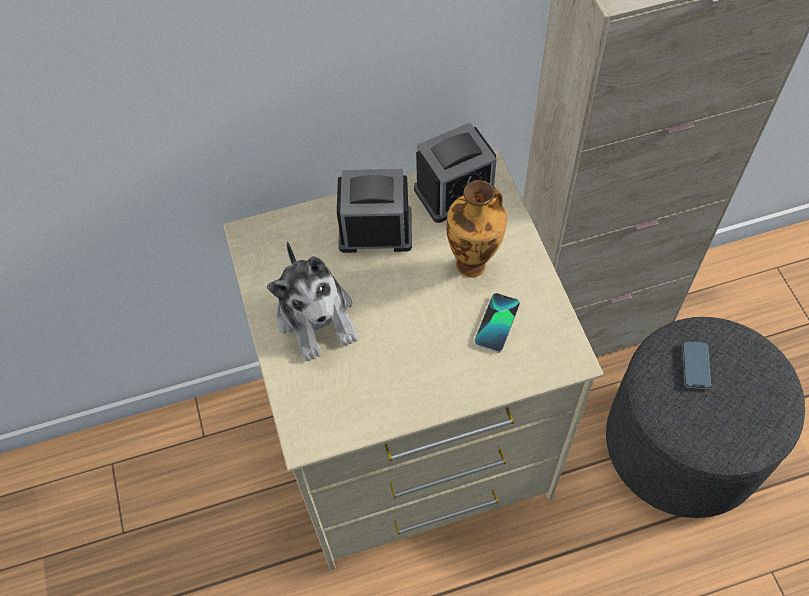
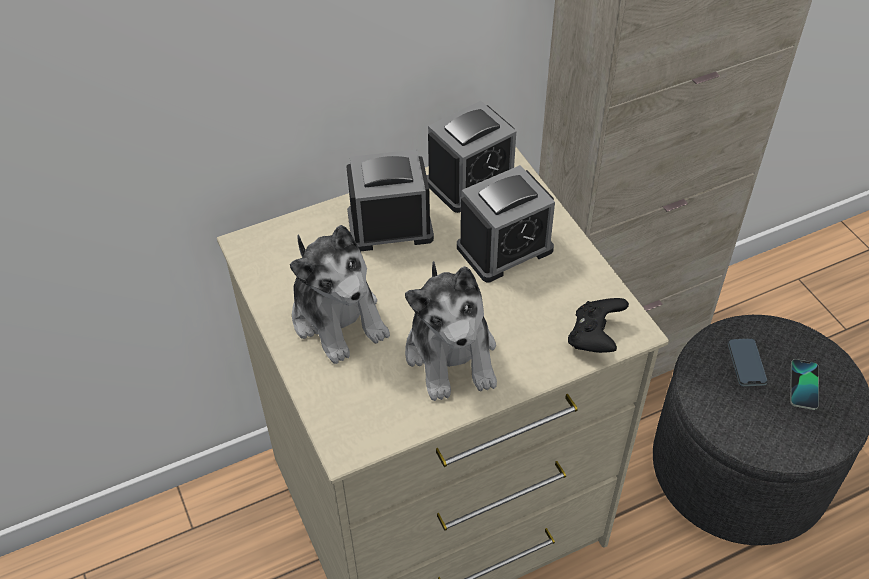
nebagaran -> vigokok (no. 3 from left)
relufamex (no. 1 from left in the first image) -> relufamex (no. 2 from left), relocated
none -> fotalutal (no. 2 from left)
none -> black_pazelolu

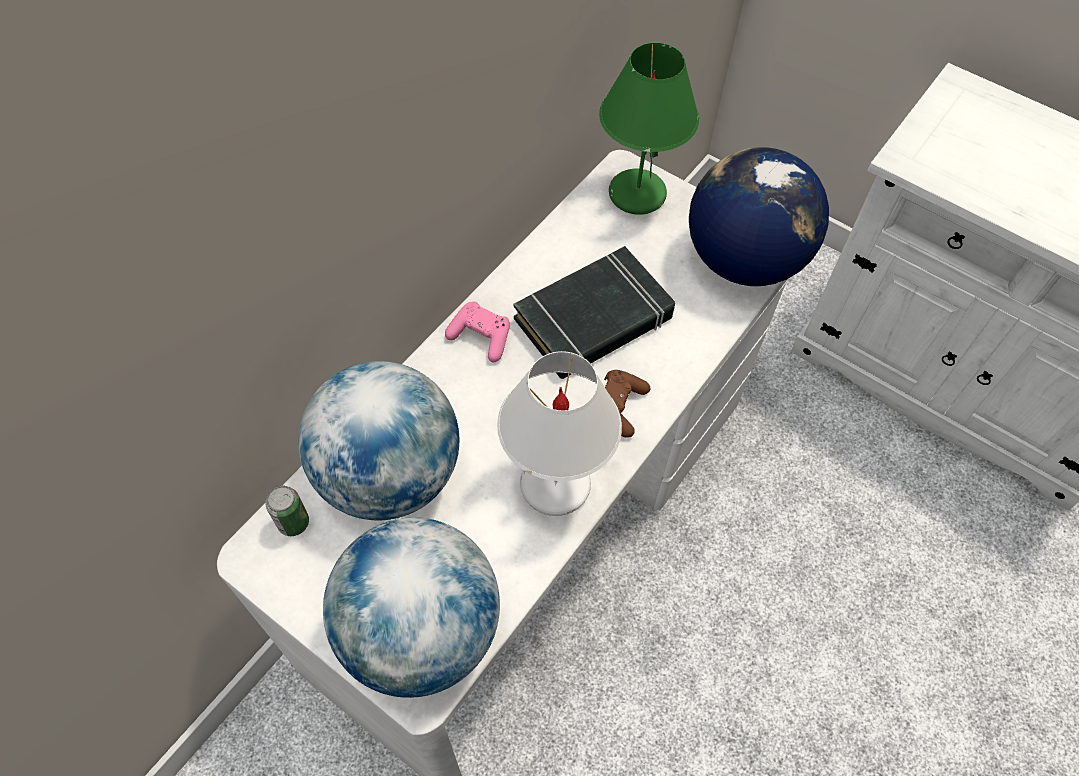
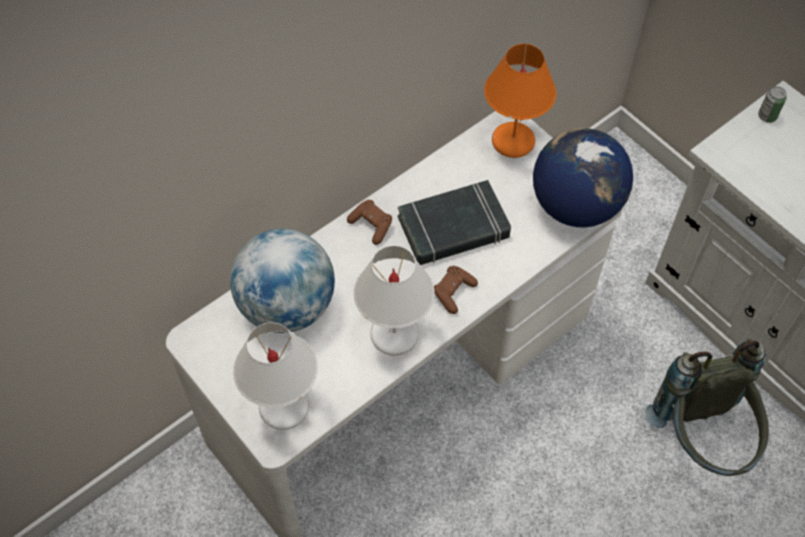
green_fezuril -> orange_fezuril
pink_pazelolu -> brown_pazelolu (no. 1 from left)
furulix, relocated
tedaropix (no. 2 from left) -> white_fezuril (no. 1 from left)
none -> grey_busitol

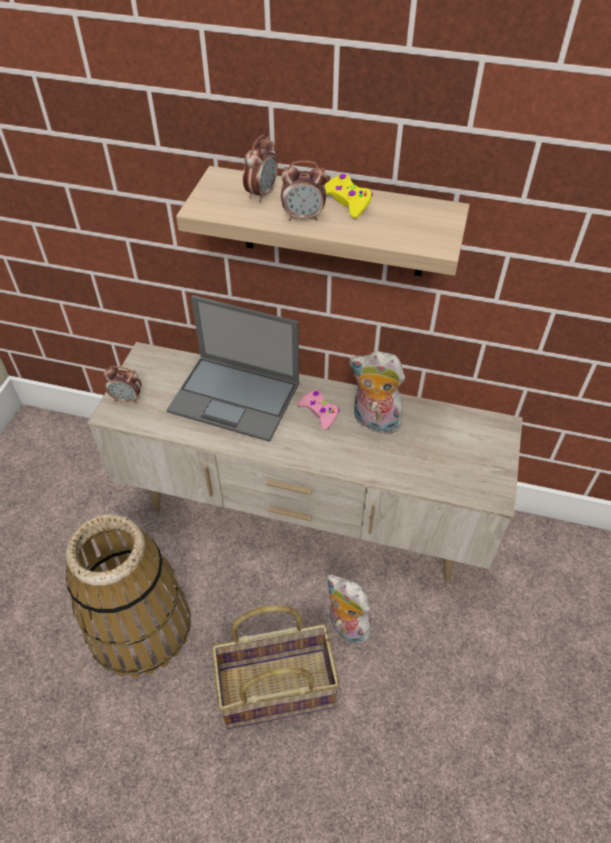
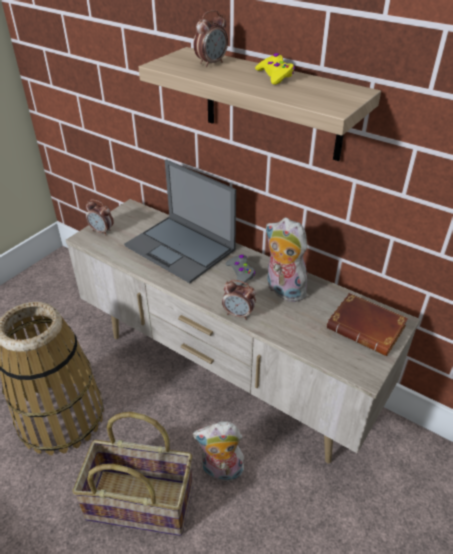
vigokok (no. 3 from left), relocated
pink_pazelolu -> grey_pazelolu
fotalutal (no. 1 from left), 60 degrees counterclockwise
none -> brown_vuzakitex

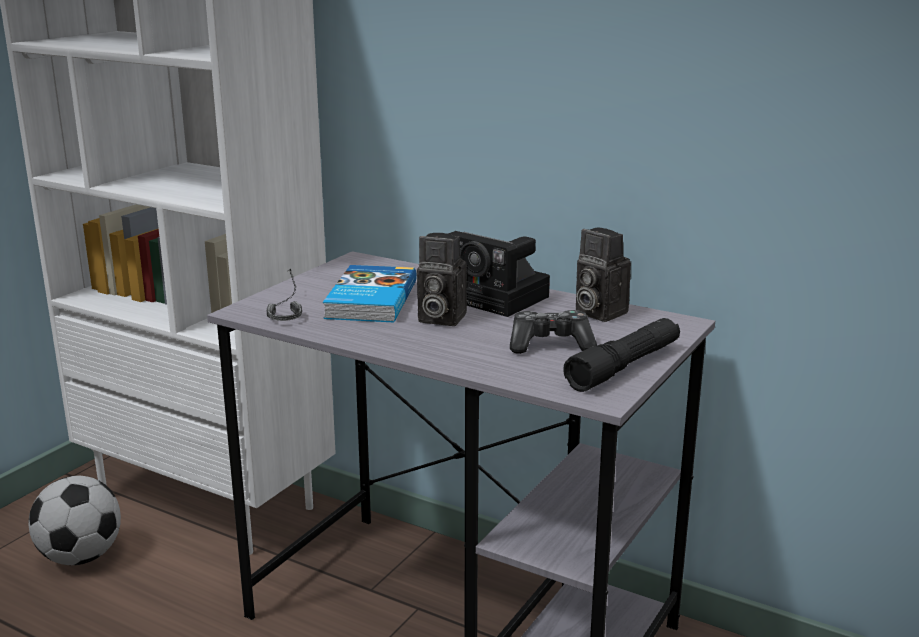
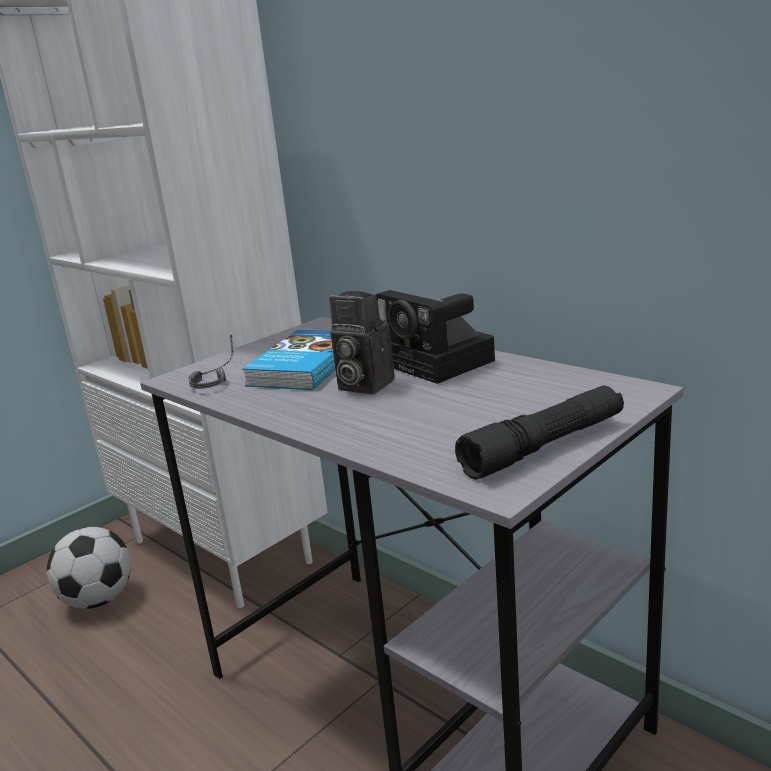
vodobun (no. 3 from left) -> none
pazelolu -> none

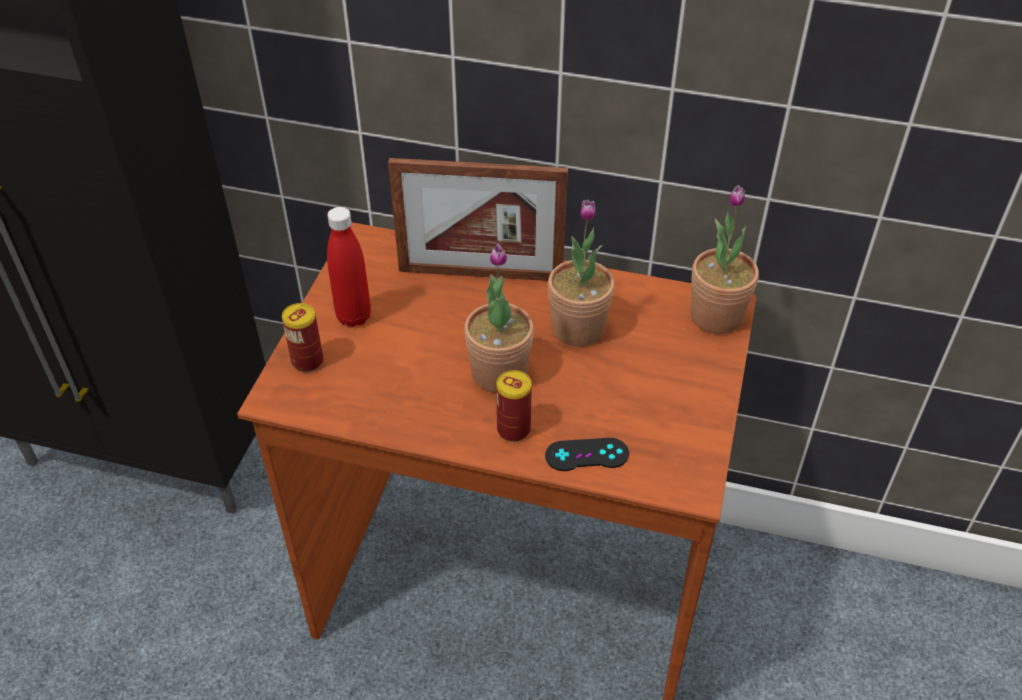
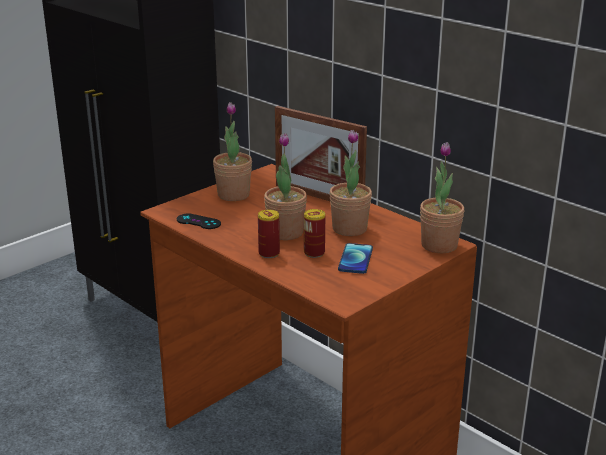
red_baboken -> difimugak (no. 1 from left)
furulix (no. 1 from left in the first image) -> furulix (no. 2 from left), relocated
black_pazelolu, relocated
none -> relufamex

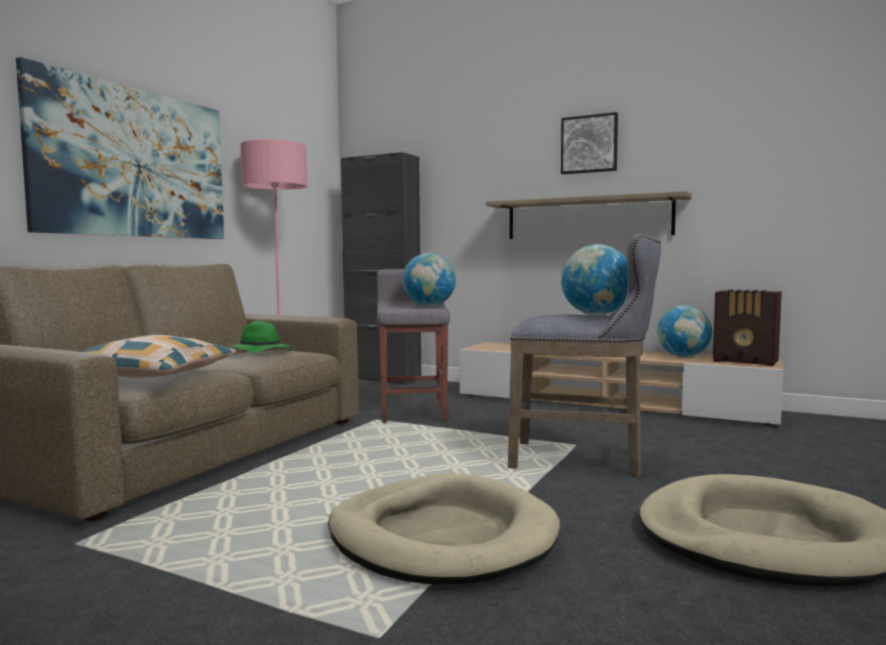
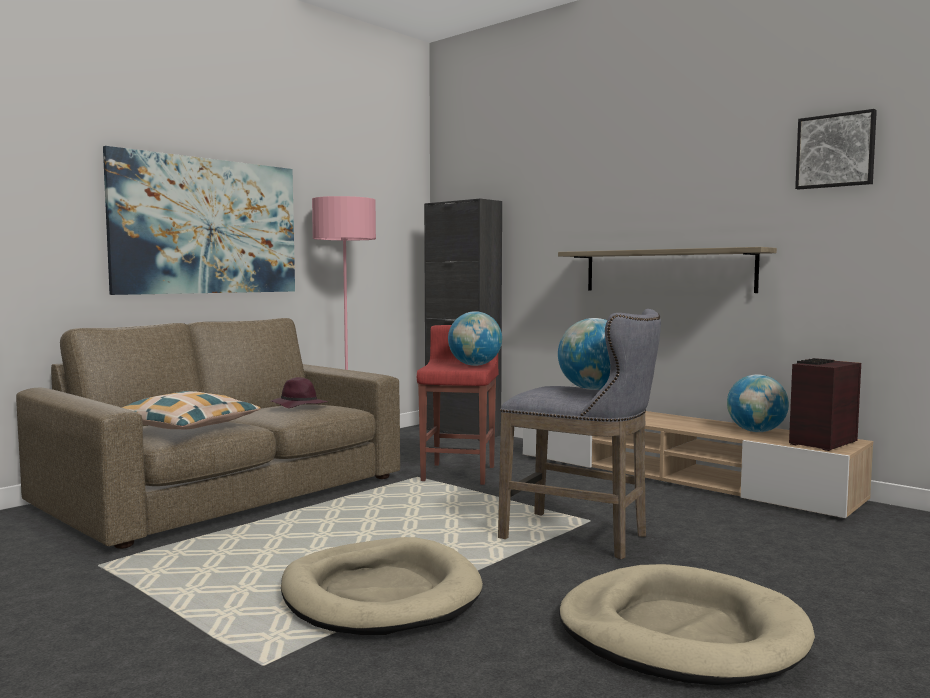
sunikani (no. 2 from left), relocated
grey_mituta (no. 1 from left) -> red_mituta
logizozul, 90 degrees clockwise
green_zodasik -> purple_zodasik

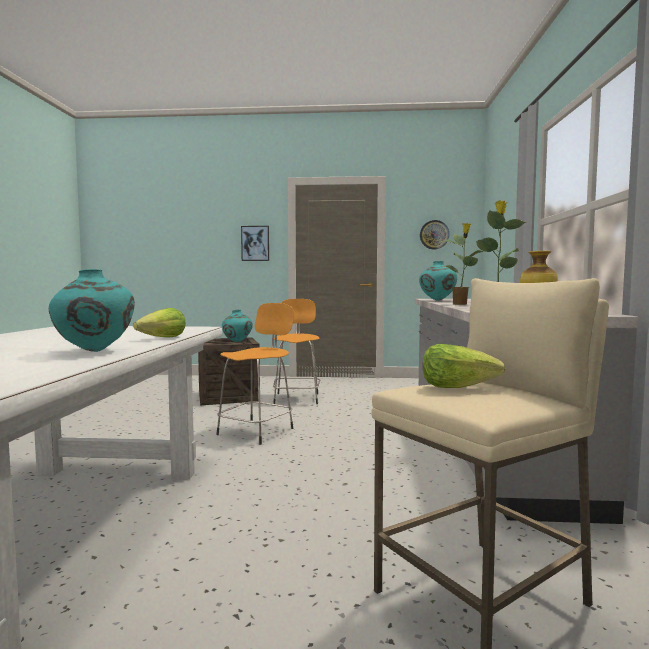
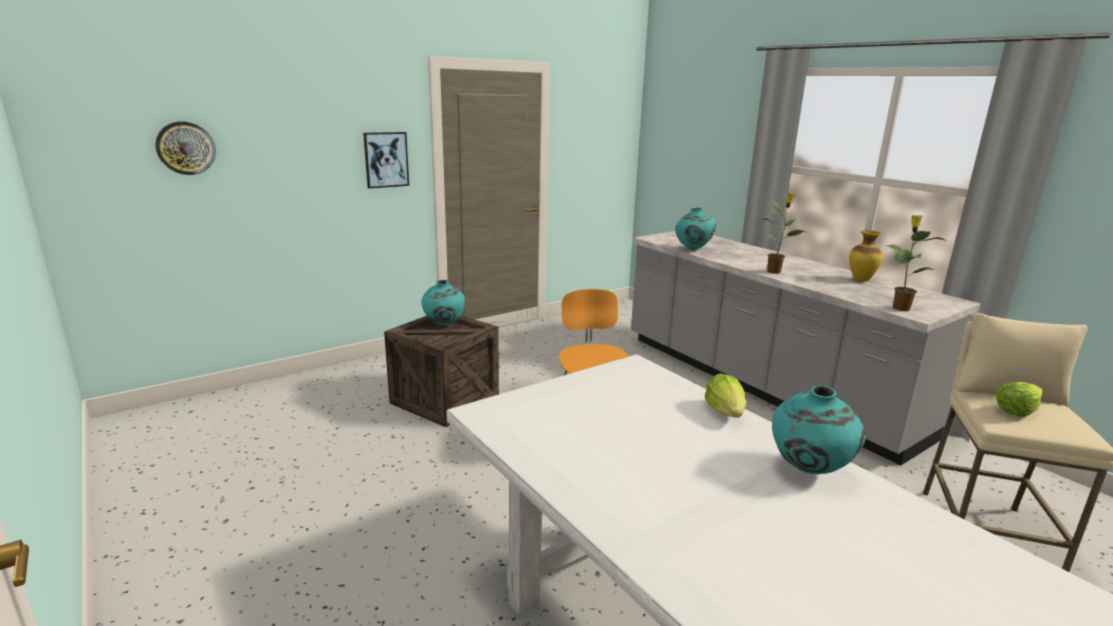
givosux, relocated
orange_mituta (no. 2 from left) -> none

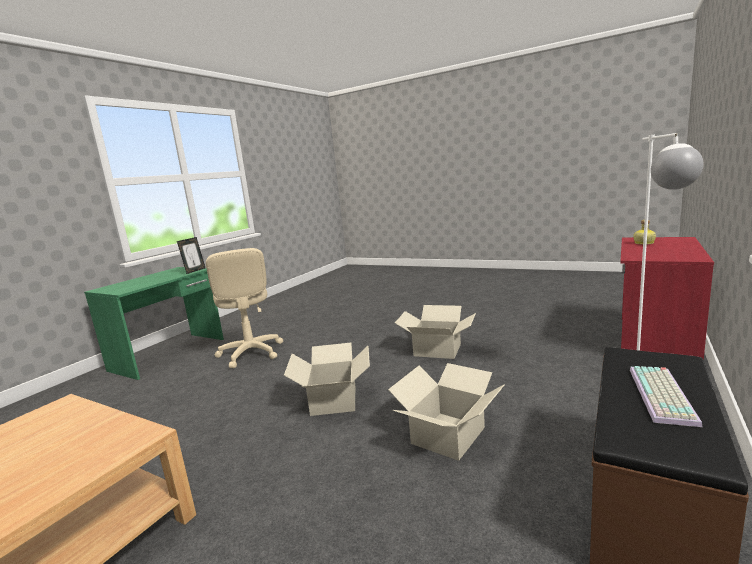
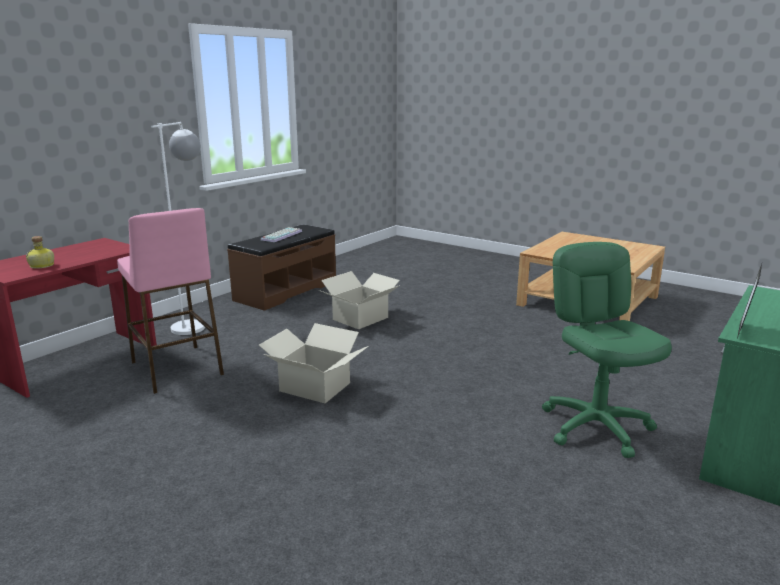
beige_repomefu -> green_repomefu
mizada (no. 1 from left) -> none
none -> pink_mituta

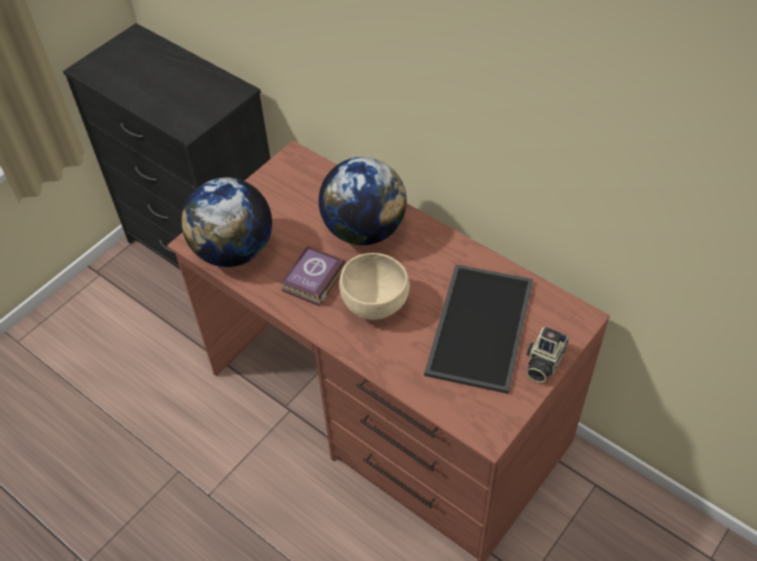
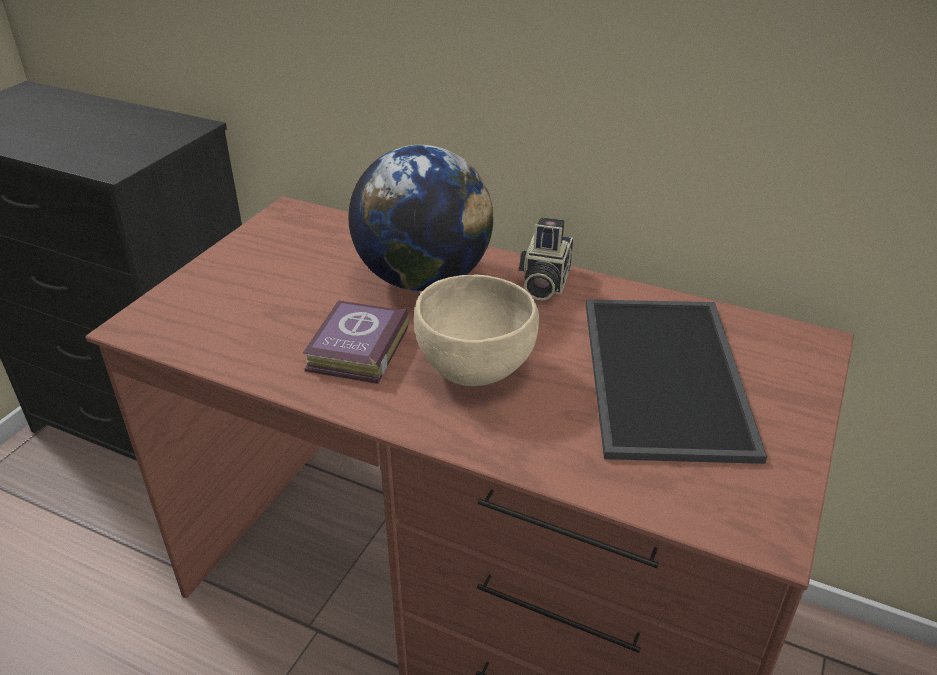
tedaropix (no. 1 from left) -> none
vodobun, relocated

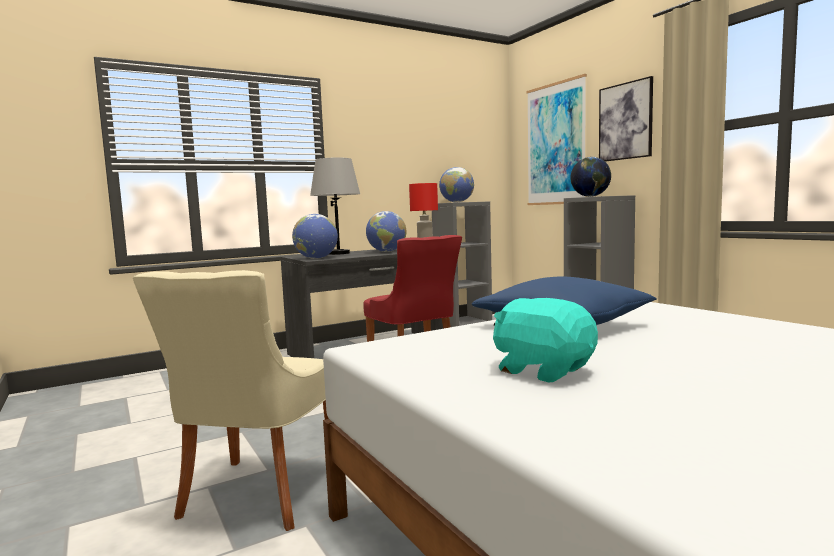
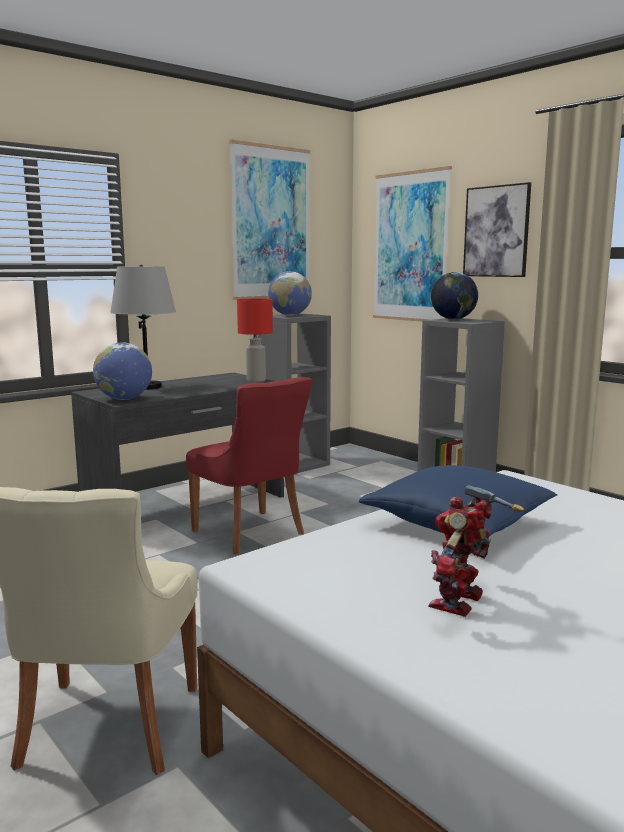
tedaropix (no. 2 from left) -> none
turquoise_fotalutal -> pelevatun
none -> sunikani (no. 1 from left)

